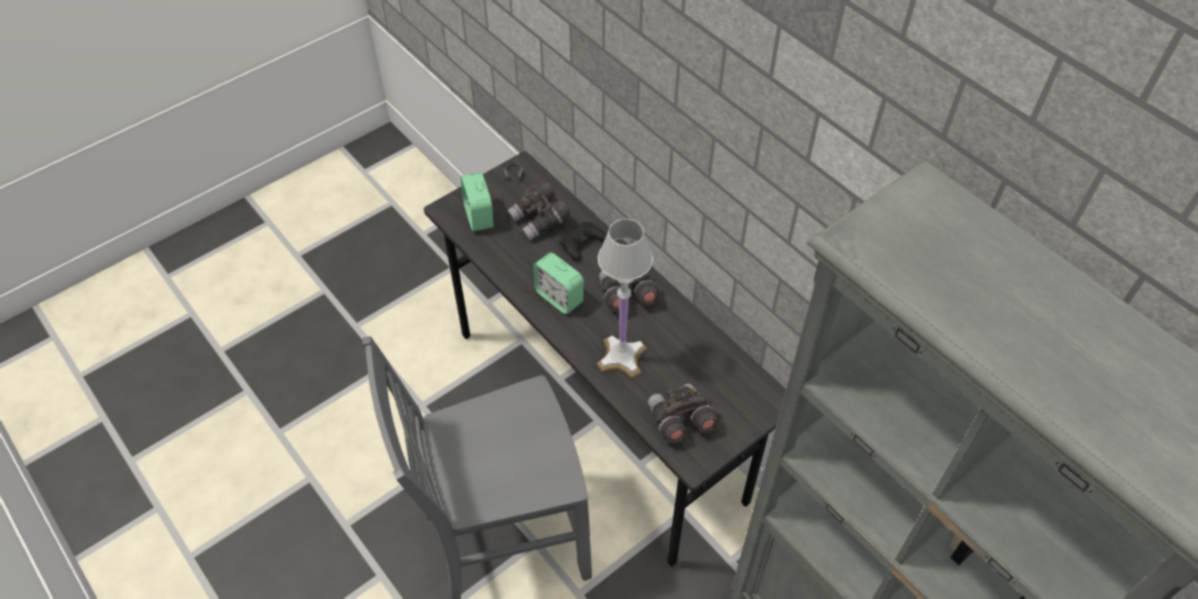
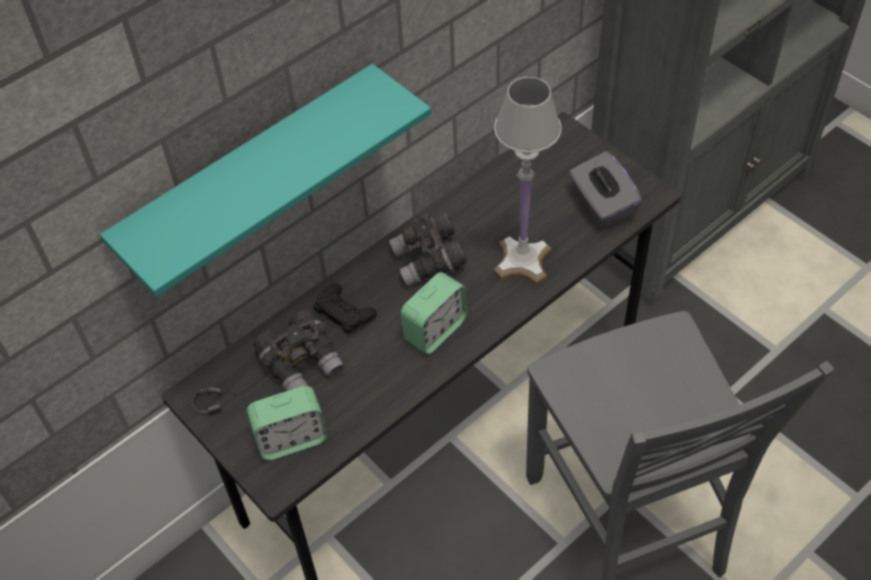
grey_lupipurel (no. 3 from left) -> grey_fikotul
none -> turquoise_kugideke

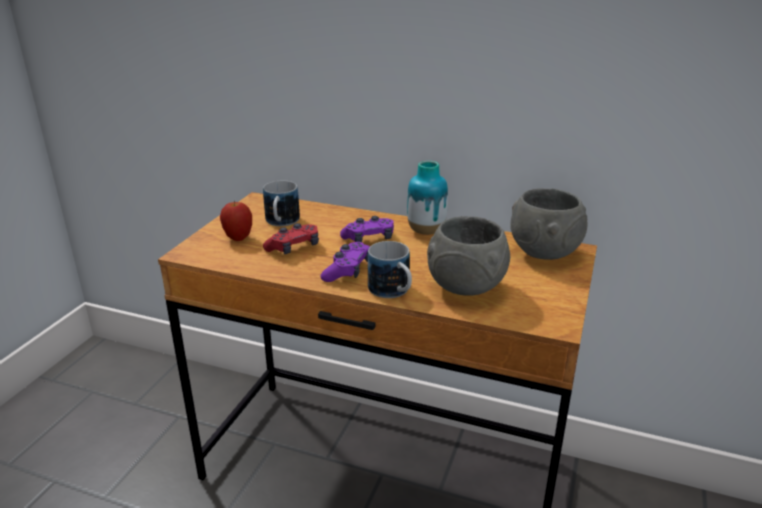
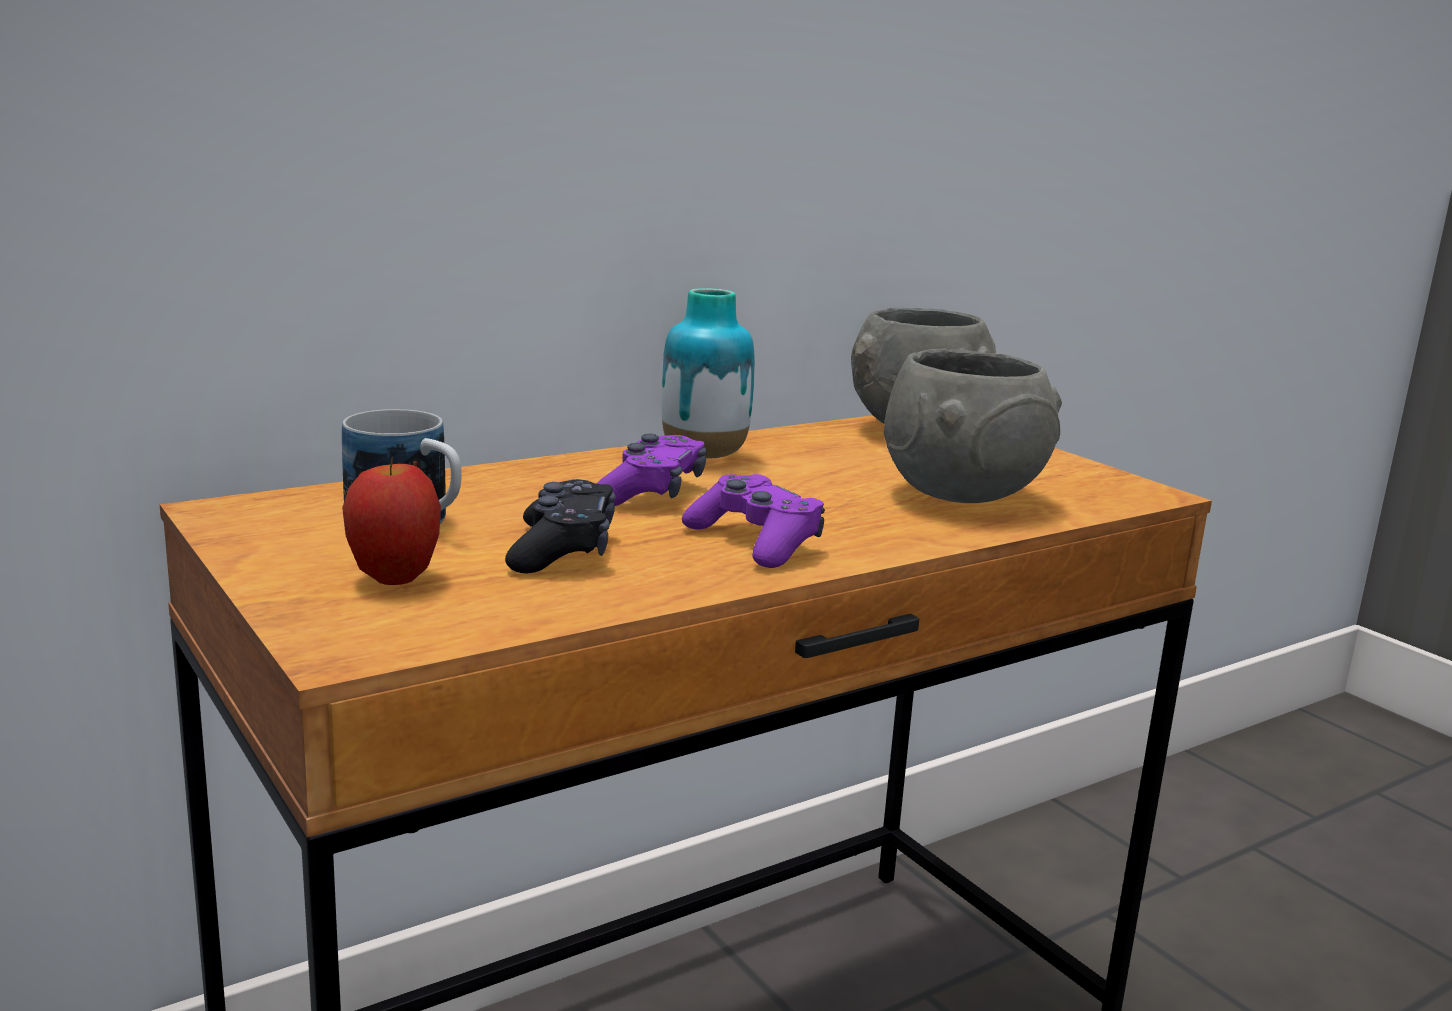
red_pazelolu -> black_pazelolu
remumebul (no. 2 from left) -> none

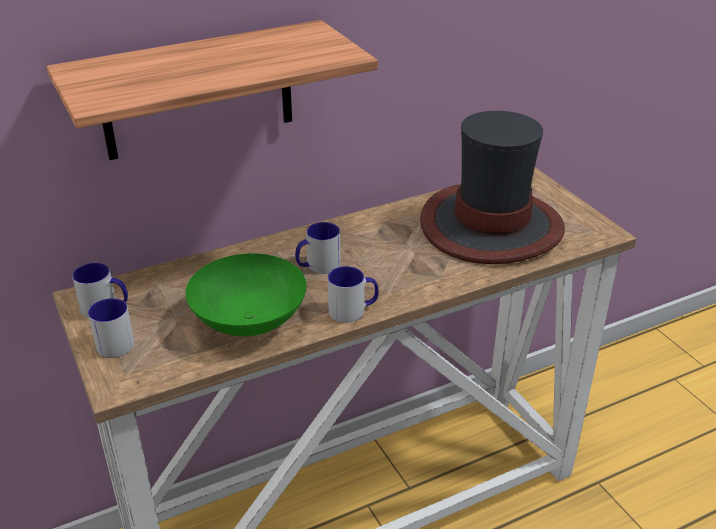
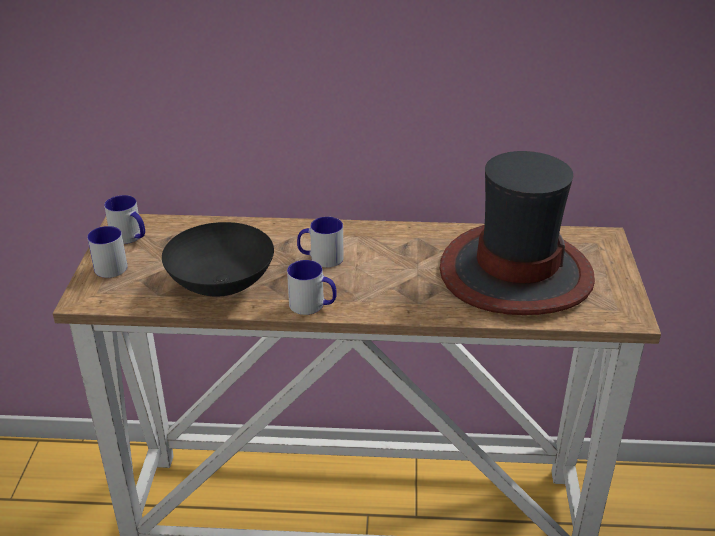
kugideke -> none
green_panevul -> black_panevul

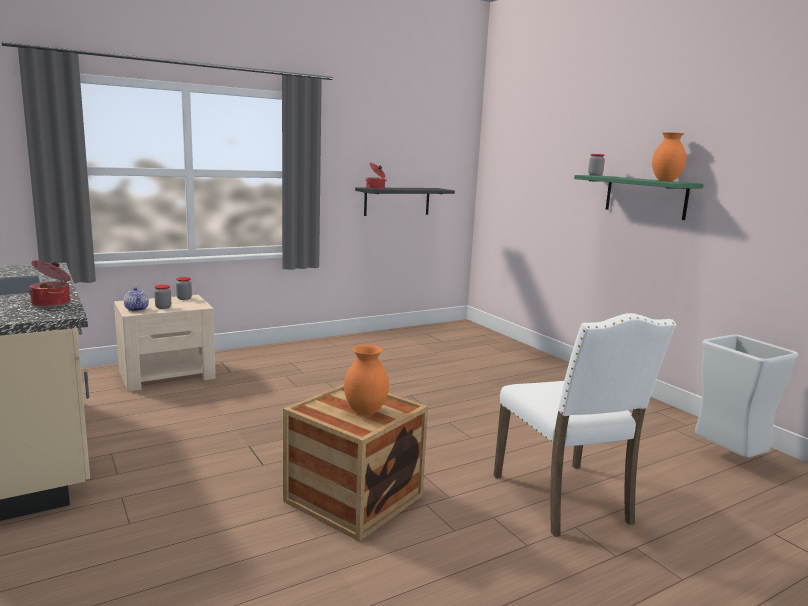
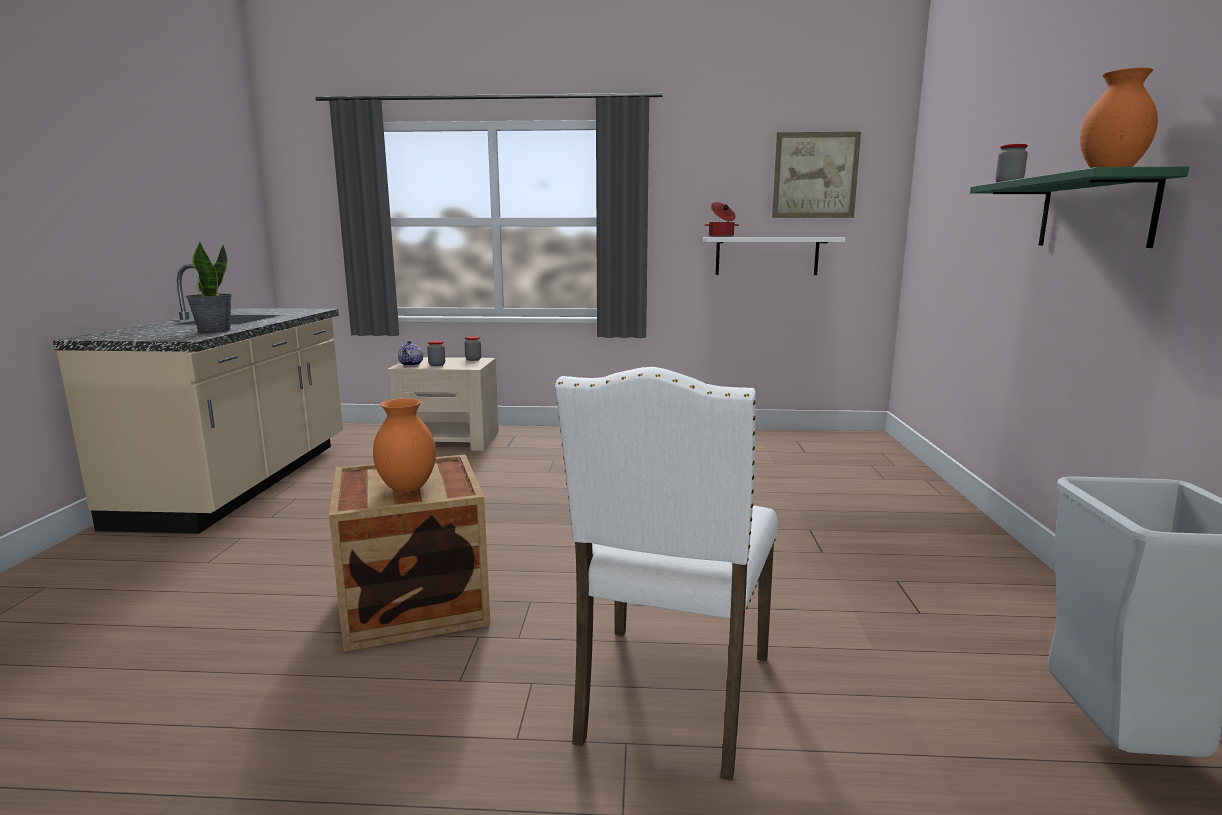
black_kugideke -> white_kugideke
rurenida (no. 1 from left) -> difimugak
none -> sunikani

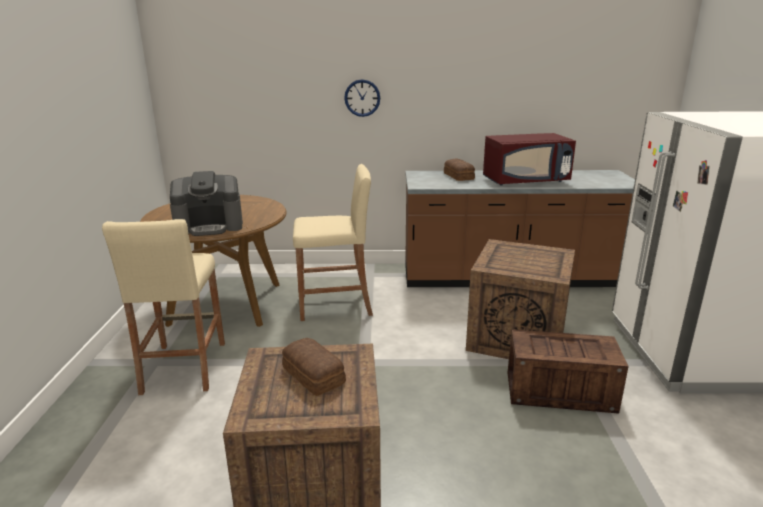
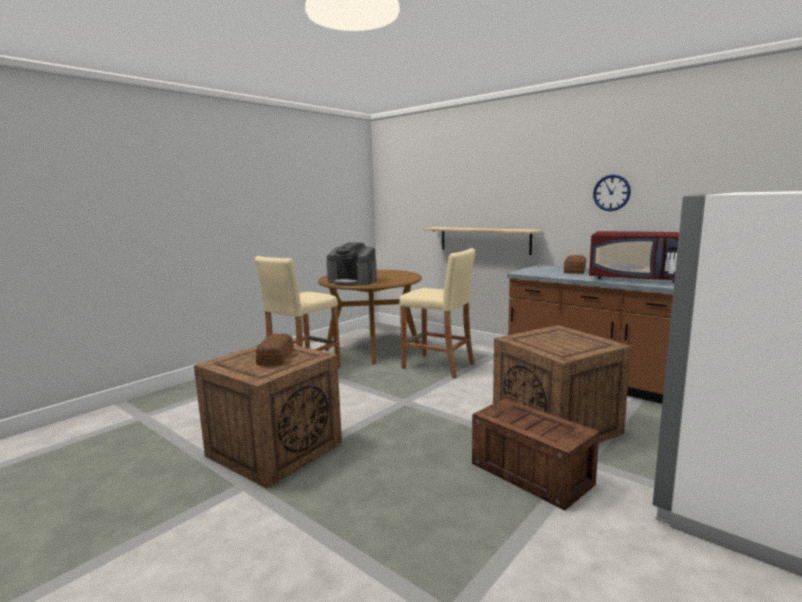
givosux, relocated
none -> kugideke

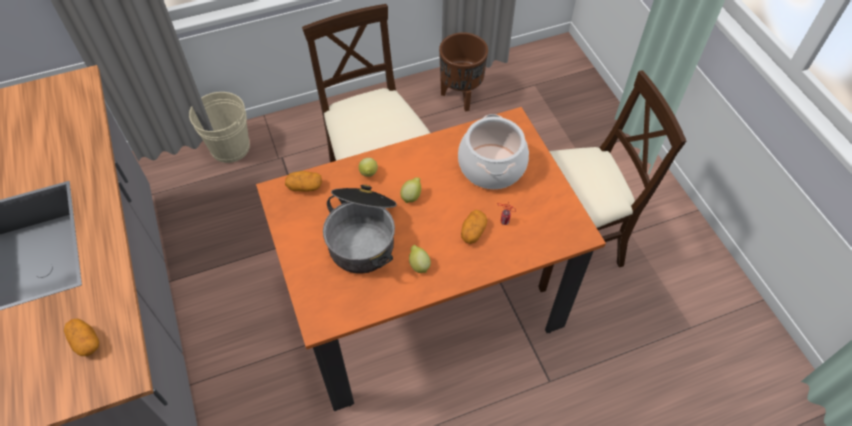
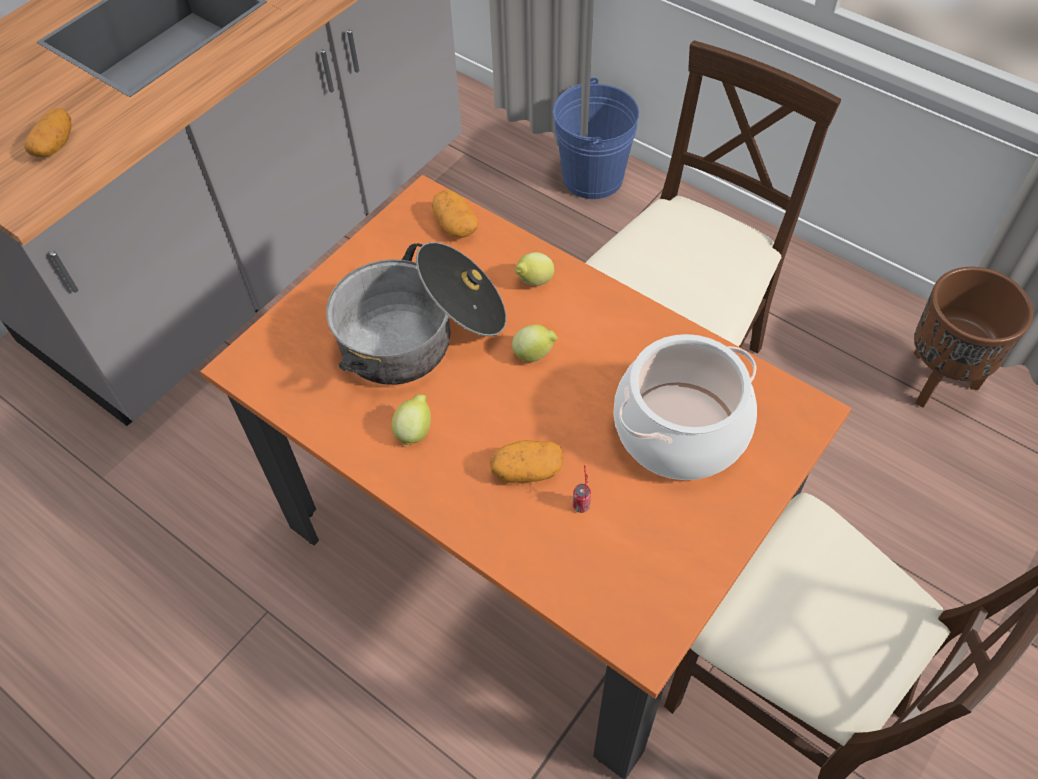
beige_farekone -> blue_farekone

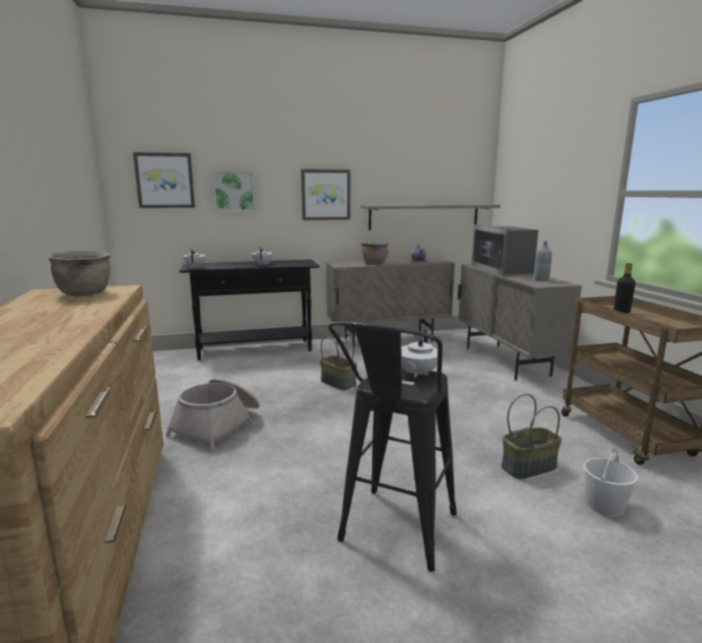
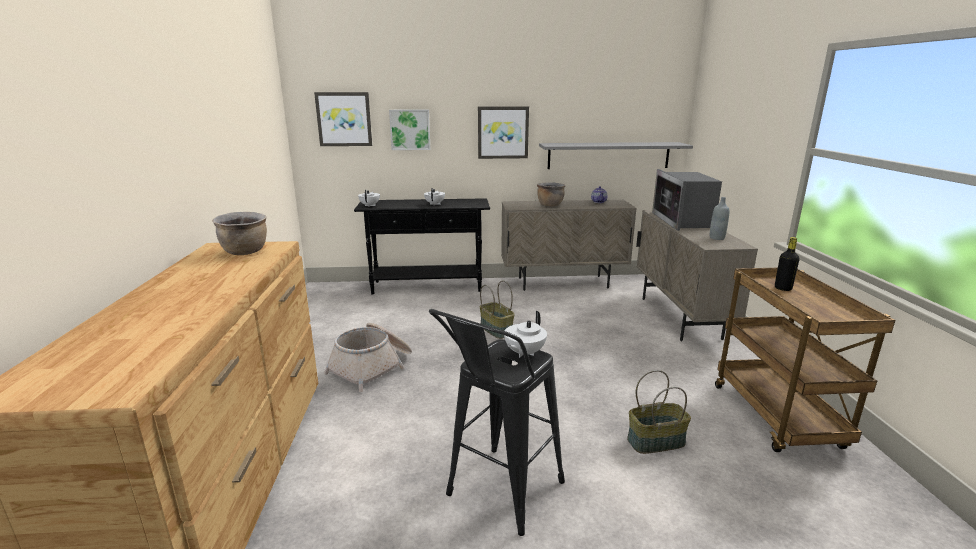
white_farekone -> none

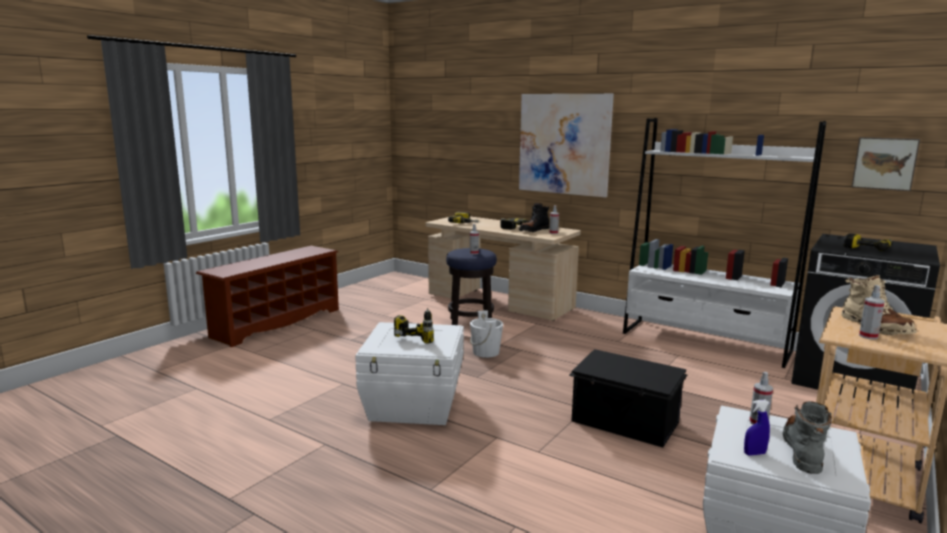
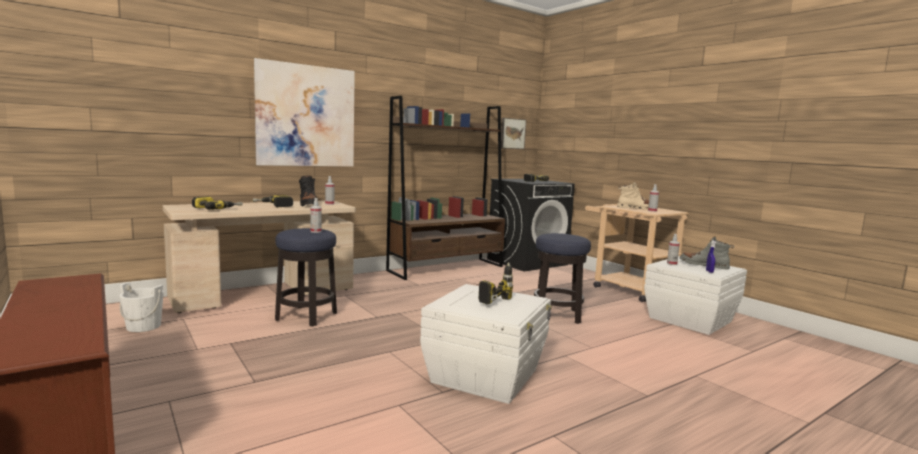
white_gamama -> brown_gamama
white_farekone, relocated
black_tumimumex -> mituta (no. 2 from left)

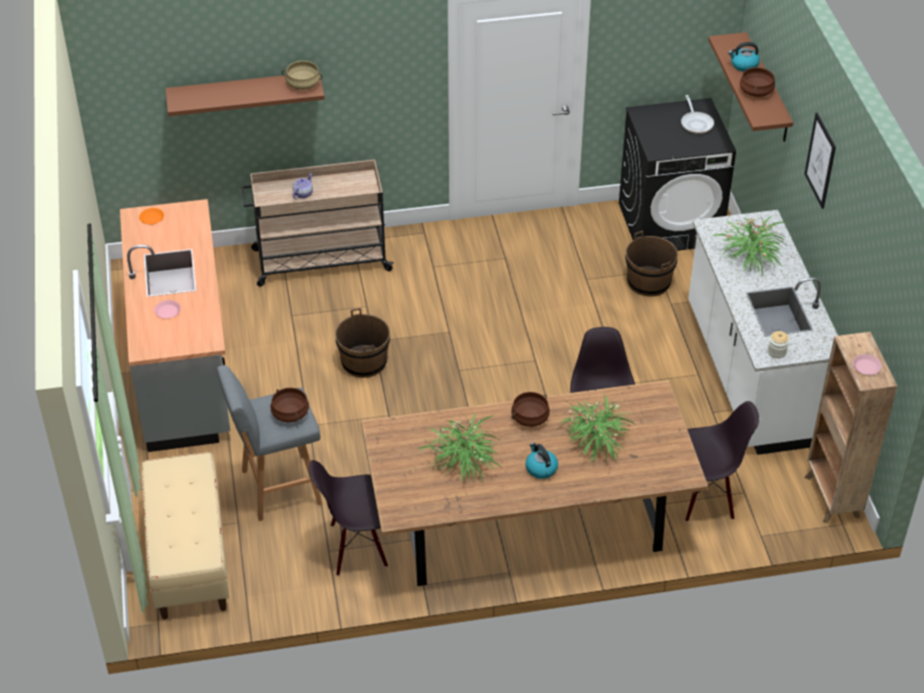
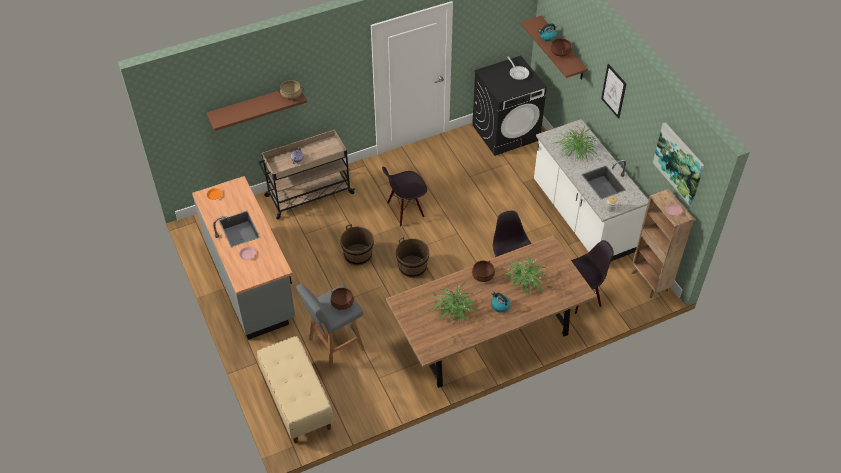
brown_farekone (no. 2 from left), relocated
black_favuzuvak (no. 1 from left), relocated
none -> sunikani (no. 2 from left)

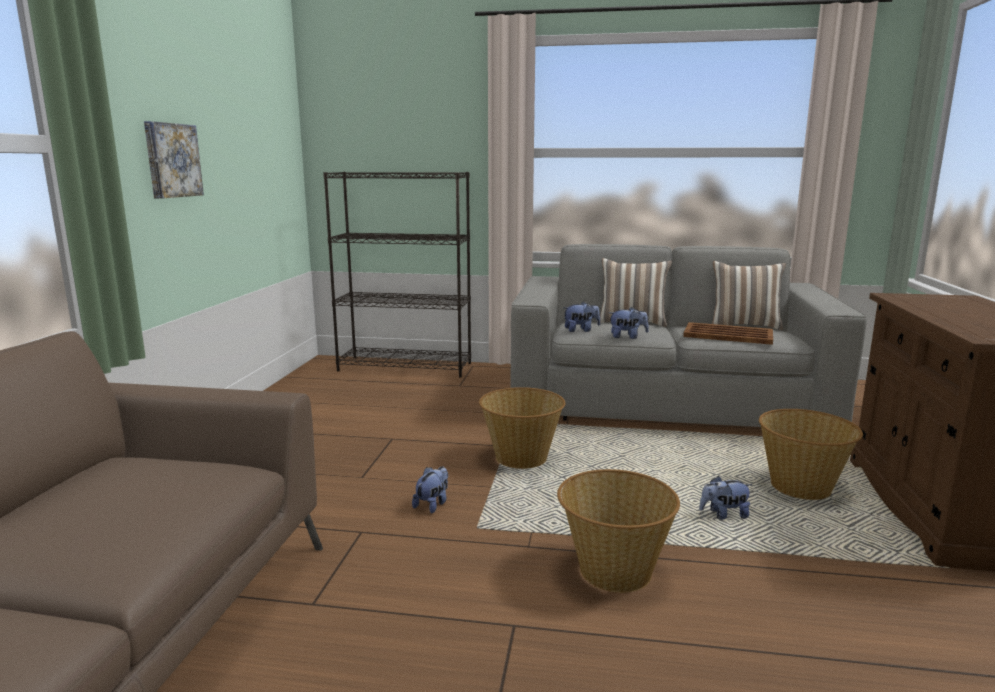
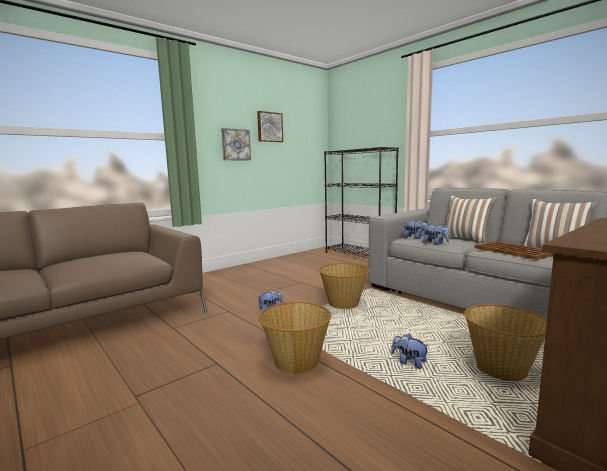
none -> sunikani (no. 2 from left)

